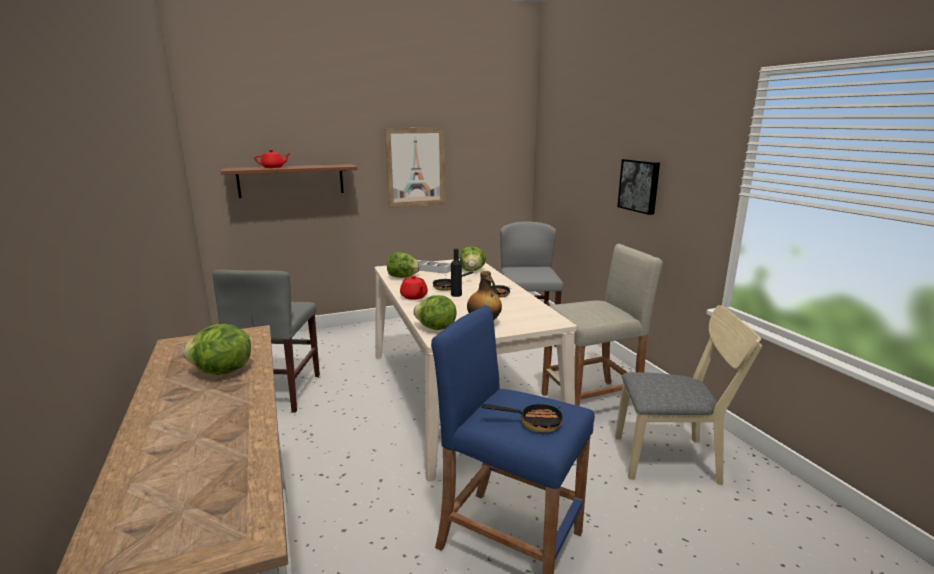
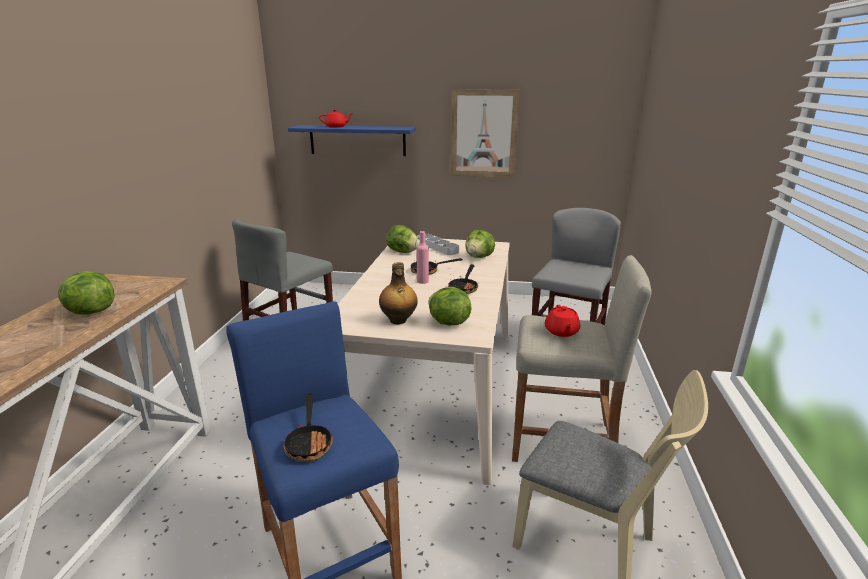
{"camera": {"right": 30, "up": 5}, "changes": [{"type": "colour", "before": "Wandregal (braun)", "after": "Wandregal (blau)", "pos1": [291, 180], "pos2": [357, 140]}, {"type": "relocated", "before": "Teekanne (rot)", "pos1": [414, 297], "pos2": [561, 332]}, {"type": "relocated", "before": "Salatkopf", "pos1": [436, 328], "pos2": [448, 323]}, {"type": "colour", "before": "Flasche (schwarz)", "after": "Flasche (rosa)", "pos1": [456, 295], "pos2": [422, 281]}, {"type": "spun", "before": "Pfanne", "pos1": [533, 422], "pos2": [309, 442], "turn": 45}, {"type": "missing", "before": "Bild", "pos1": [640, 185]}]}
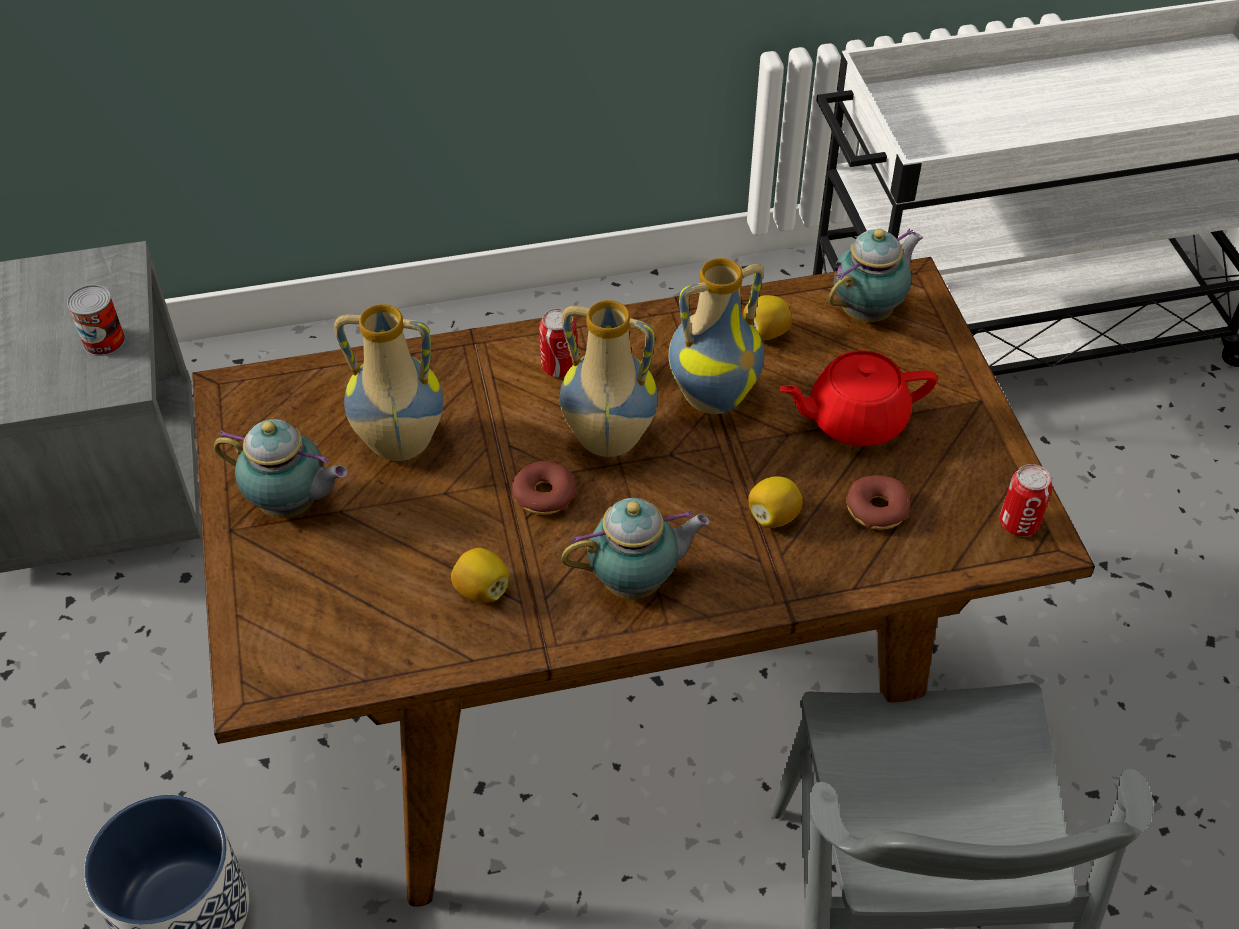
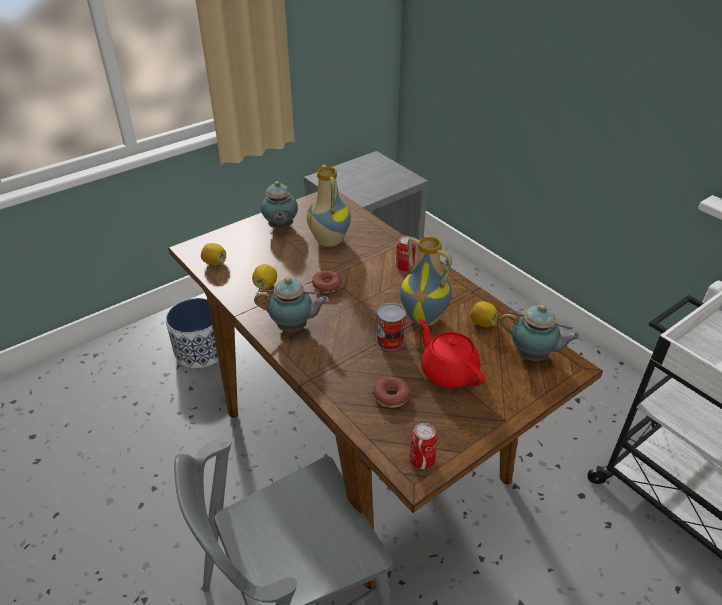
{"camera": {"right": 65, "up": -10}, "changes": [{"type": "relocated", "before": "Dose", "pos1": [104, 341], "pos2": [390, 341]}, {"type": "missing", "before": "Vase", "pos1": [607, 441]}, {"type": "spun", "before": "Teekanne", "pos1": [637, 582], "pos2": [294, 327], "turn": -45}, {"type": "relocated", "before": "Zitrone", "pos1": [773, 516], "pos2": [215, 263]}]}
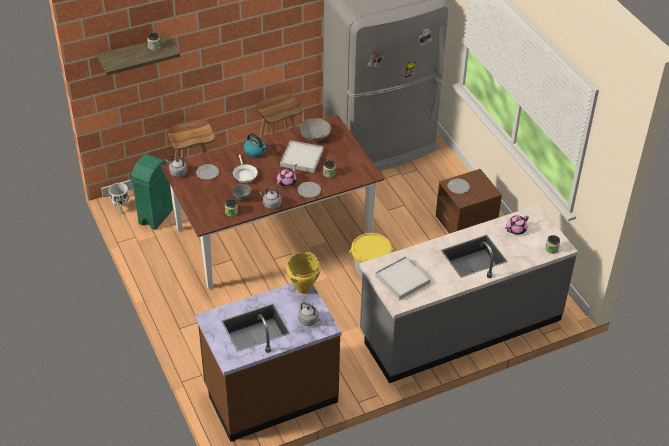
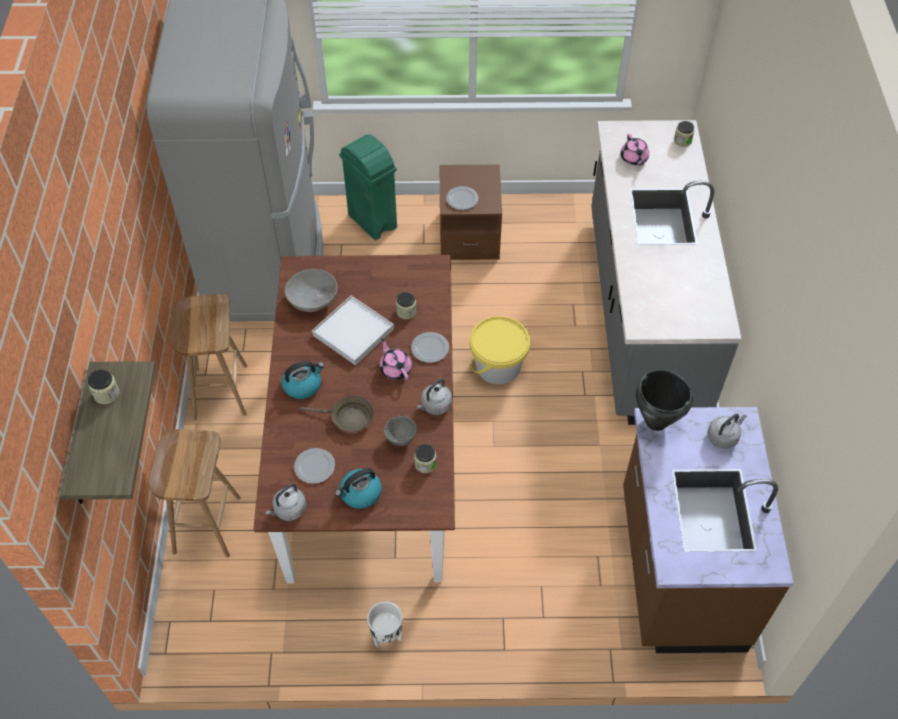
{"camera": {"right": -65, "up": 10}, "changes": [{"type": "relocated", "before": "Pflanzkübel (weiß)", "pos1": [121, 207], "pos2": [387, 635]}, {"type": "relocated", "before": "Mülleimer (grün)", "pos1": [155, 217], "pos2": [372, 222]}, {"type": "colour", "before": "Pfanne (weiß)", "after": "Pfanne (braun)", "pos1": [244, 175], "pos2": [348, 418]}, {"type": "colour", "before": "Kochtopf (gelb)", "after": "Kochtopf (schwarz)", "pos1": [303, 288], "pos2": [656, 421]}, {"type": "missing", "before": "Tablett (weiß)", "pos1": [402, 280]}, {"type": "appeared", "after": "Wasserkessel", "pos2": [360, 494]}]}
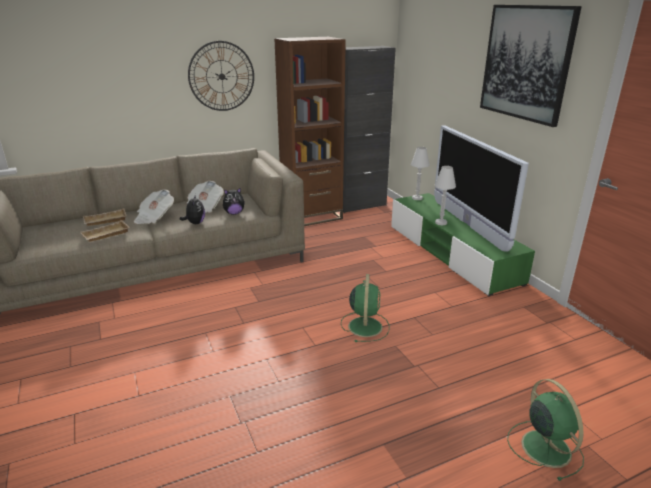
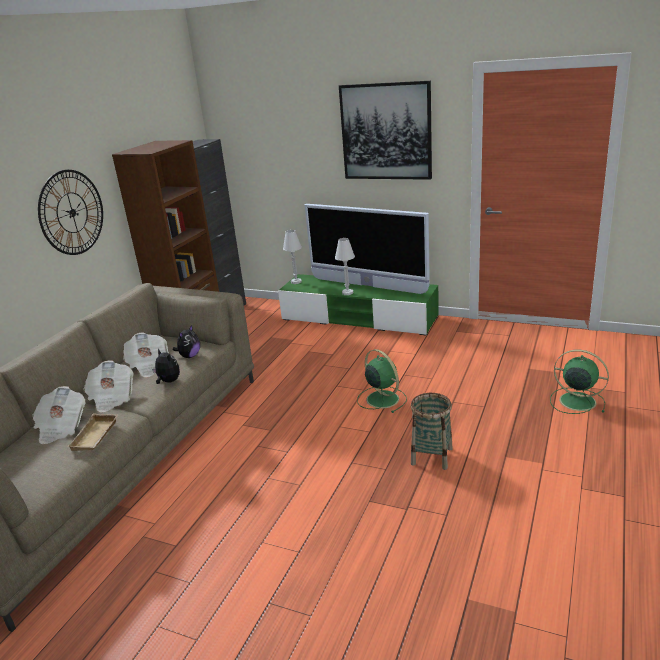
{"camera": {"right": -40, "up": 0}, "changes": [{"type": "exchanged", "before": "Tablett (beige)", "after": "Zeitung", "pos1": [105, 221], "pos2": [61, 427]}, {"type": "appeared", "after": "Korb", "pos2": [432, 456]}]}
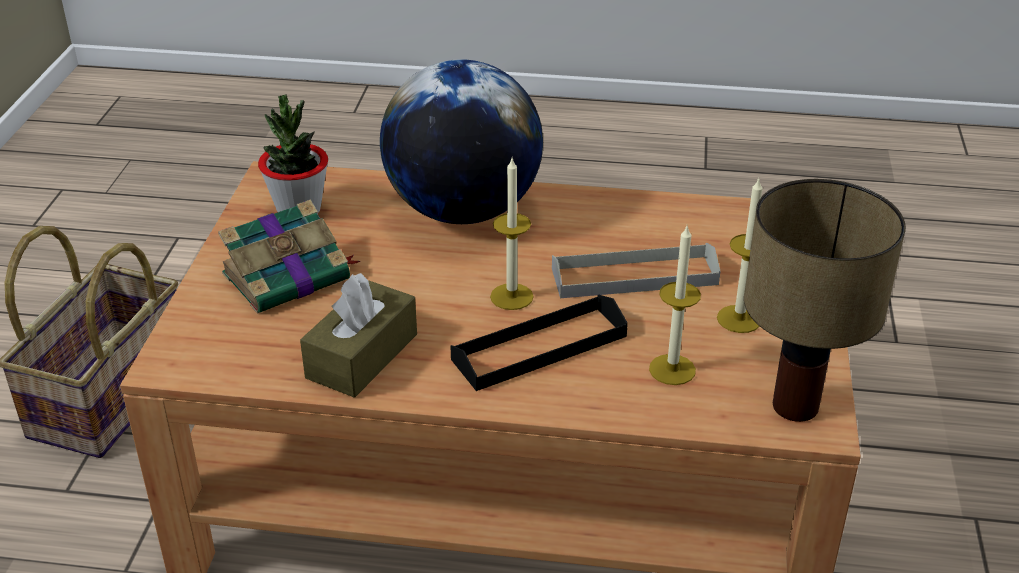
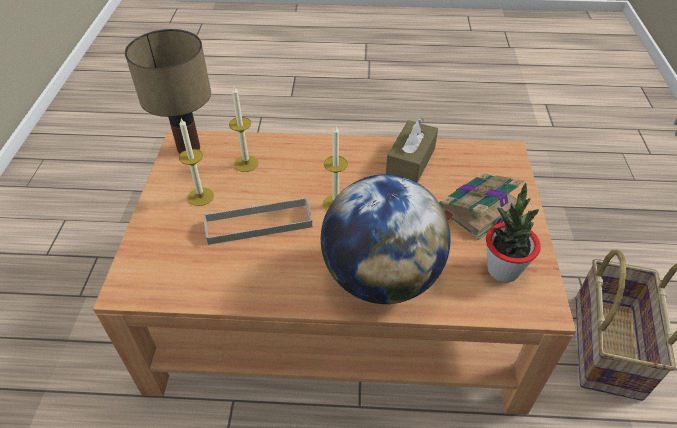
{"camera": {"right": 175, "up": 10}, "changes": [{"type": "missing", "before": "Tablett (schwarz)", "pos1": [539, 348]}]}
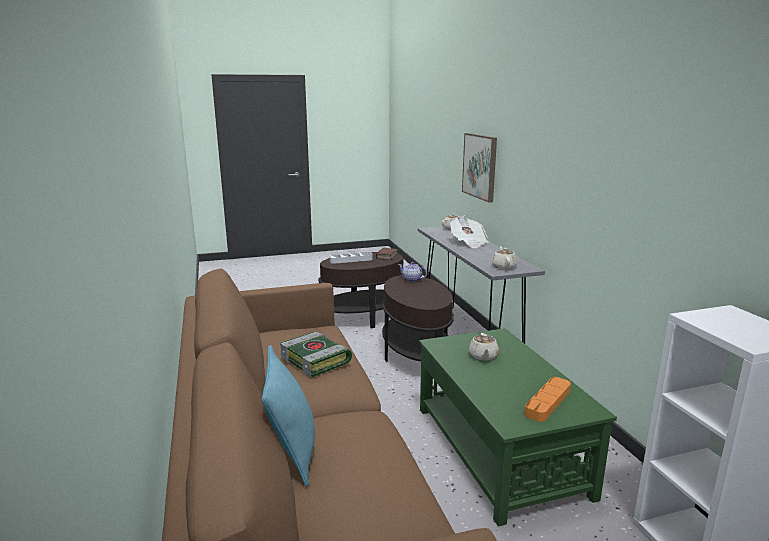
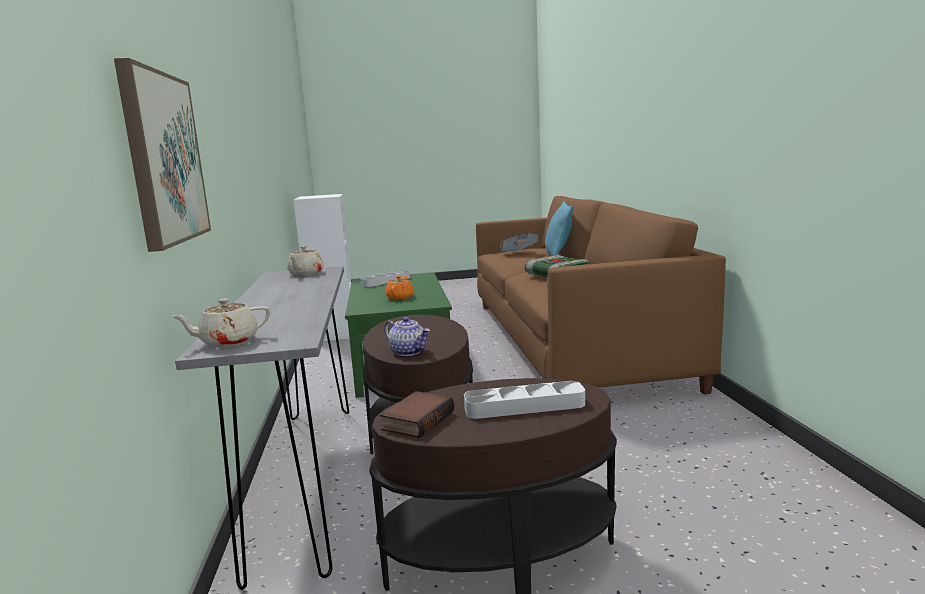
{"camera": {"right": -170, "up": -5}, "changes": [{"type": "relocated", "before": "Zeitung", "pos1": [468, 243], "pos2": [519, 254]}, {"type": "colour", "before": "Teekanne (beige)", "after": "Teekanne (orange)", "pos1": [483, 356], "pos2": [400, 297]}, {"type": "colour", "before": "Tablett (orange)", "after": "Tablett (grau)", "pos1": [548, 402], "pos2": [386, 281]}]}
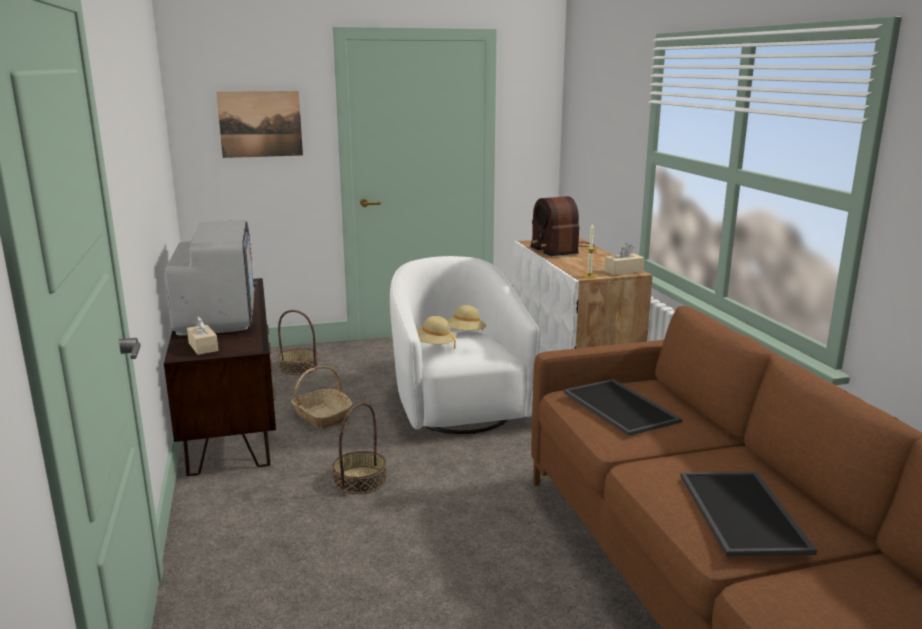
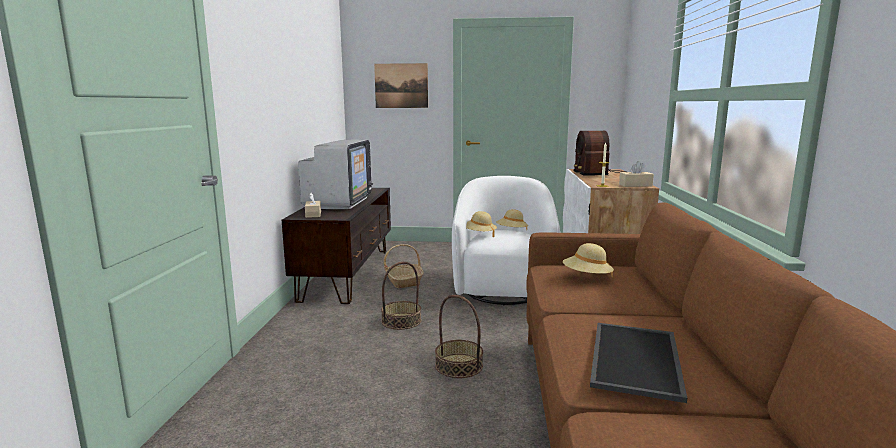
{"camera": {"right": 20, "up": -5}, "changes": [{"type": "relocated", "before": "Korb", "pos1": [299, 367], "pos2": [459, 365]}, {"type": "exchanged", "before": "Tablett", "after": "Hut (beige)", "pos1": [622, 407], "pos2": [587, 277]}]}
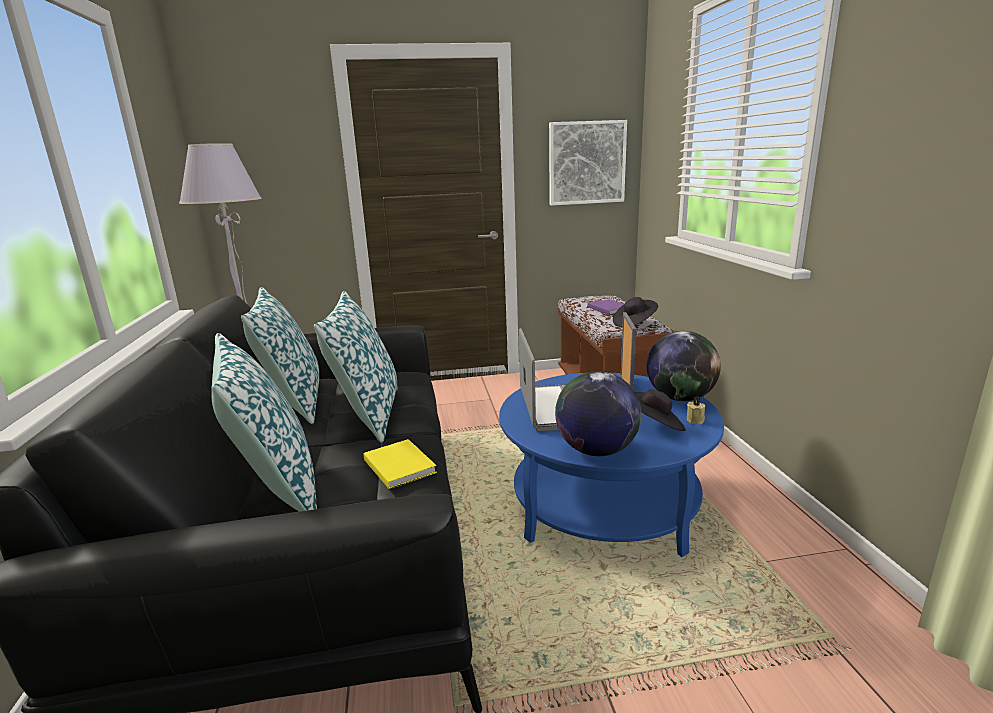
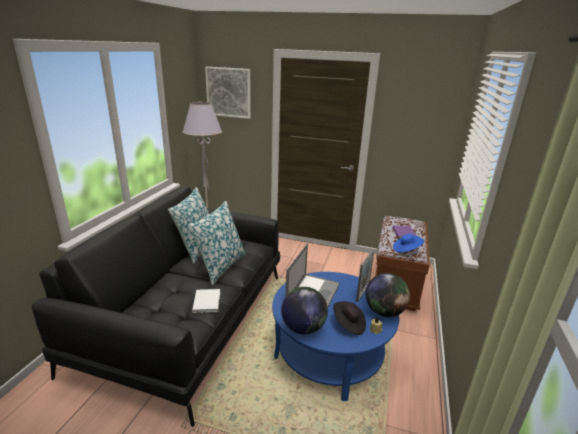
{"camera": {"right": 25, "up": 5}, "changes": [{"type": "missing", "before": "Kissen", "pos1": [276, 487]}, {"type": "colour", "before": "Buch (gelb)", "after": "Buch (weiß)", "pos1": [399, 465], "pos2": [207, 301]}, {"type": "relocated", "before": "Bild", "pos1": [586, 163], "pos2": [228, 92]}, {"type": "colour", "before": "Hut (schwarz)", "after": "Hut (blau)", "pos1": [634, 323], "pos2": [406, 250]}]}
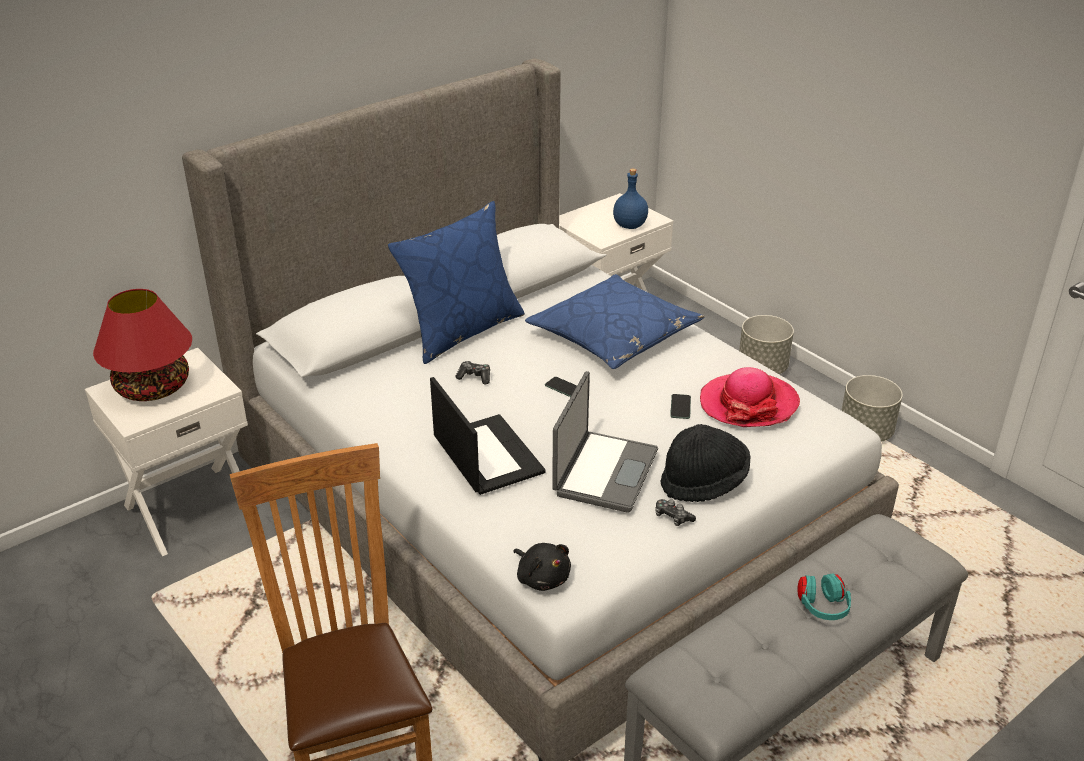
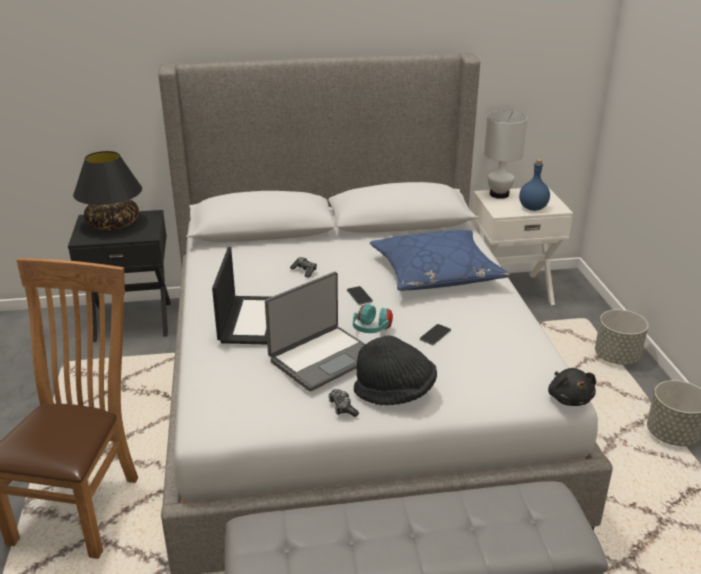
{"camera": {"right": 30, "up": -5}, "changes": [{"type": "colour", "before": "Nachttisch (weiß)", "after": "Nachttisch (schwarz)", "pos1": [189, 508], "pos2": [133, 320]}, {"type": "colour", "before": "Tischlampe (rot)", "after": "Tischlampe (schwarz)", "pos1": [153, 387], "pos2": [113, 224]}, {"type": "missing", "before": "Kissen (blau)", "pos1": [462, 330]}, {"type": "relocated", "before": "Plüschtier (schwarz)", "pos1": [542, 577], "pos2": [569, 398]}, {"type": "missing", "before": "Hut", "pos1": [748, 404]}, {"type": "relocated", "before": "Kopfhörer (türkis)", "pos1": [822, 608], "pos2": [371, 331]}, {"type": "appeared", "after": "Tischlampe (weiß)", "pos2": [499, 194]}]}
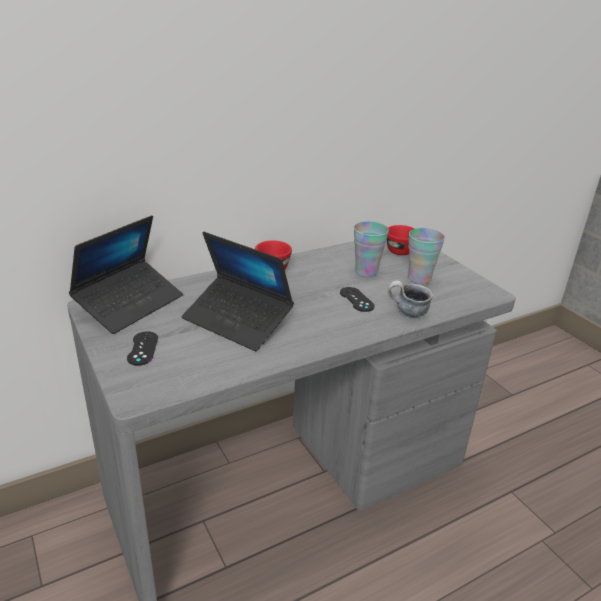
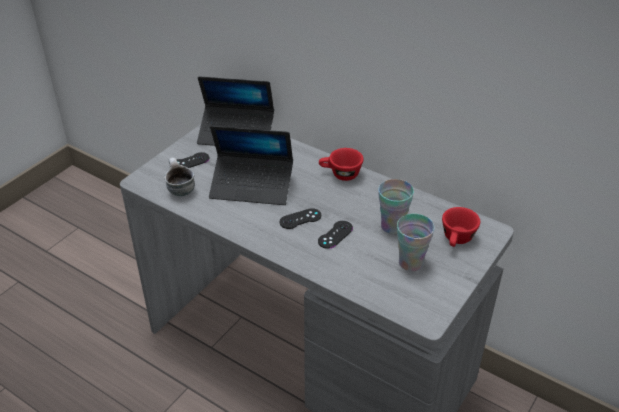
{"camera": {"right": 65, "up": 10}, "changes": [{"type": "spun", "before": "Laptop", "pos1": [237, 321], "pos2": [252, 186], "turn": -90}, {"type": "relocated", "before": "Henkelbecher", "pos1": [407, 313], "pos2": [179, 189]}, {"type": "appeared", "after": "Gamepad (schwarz)", "pos2": [300, 219]}]}
